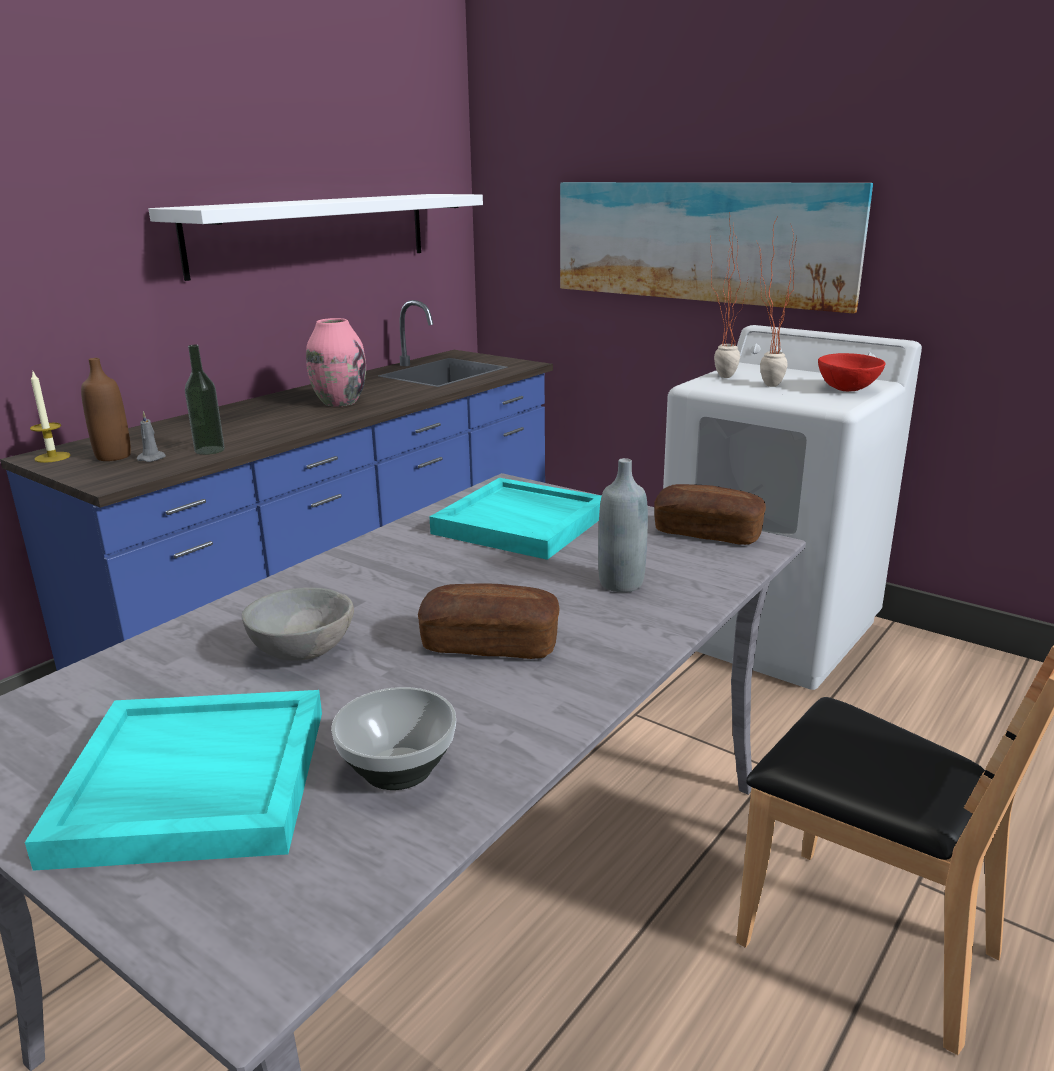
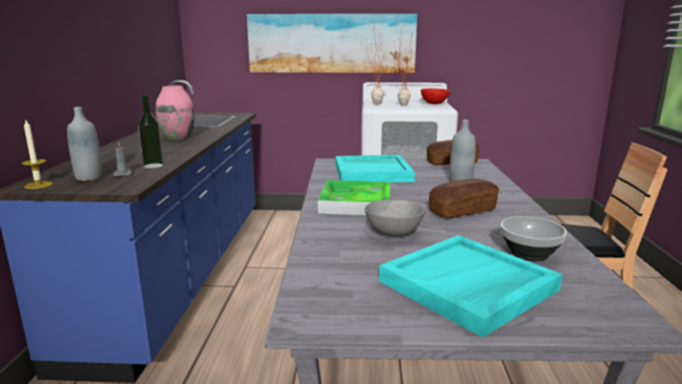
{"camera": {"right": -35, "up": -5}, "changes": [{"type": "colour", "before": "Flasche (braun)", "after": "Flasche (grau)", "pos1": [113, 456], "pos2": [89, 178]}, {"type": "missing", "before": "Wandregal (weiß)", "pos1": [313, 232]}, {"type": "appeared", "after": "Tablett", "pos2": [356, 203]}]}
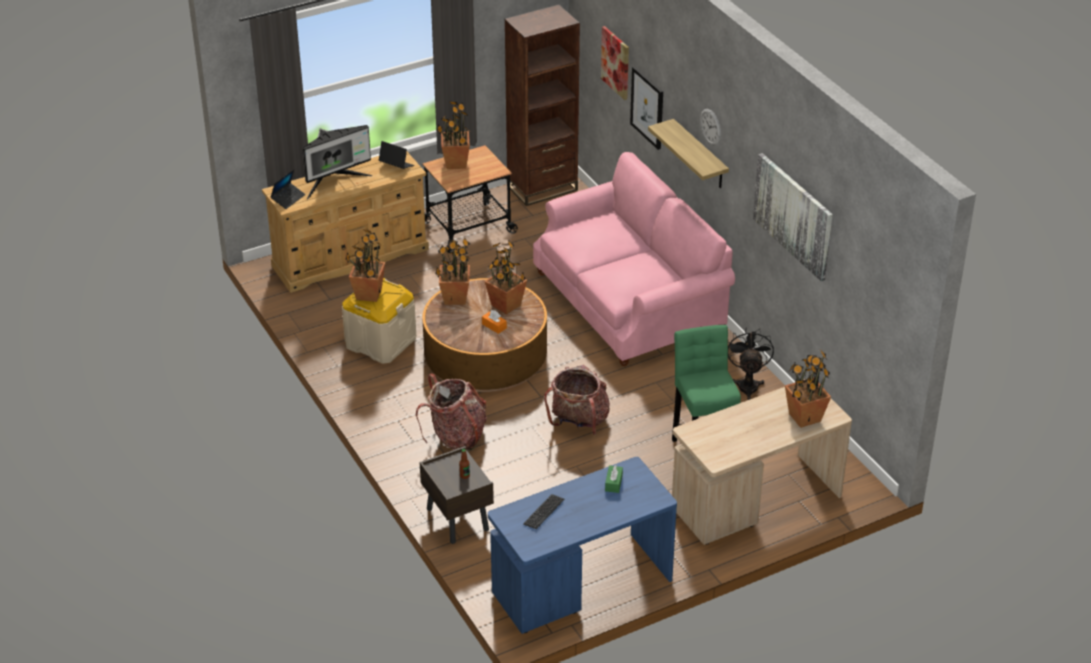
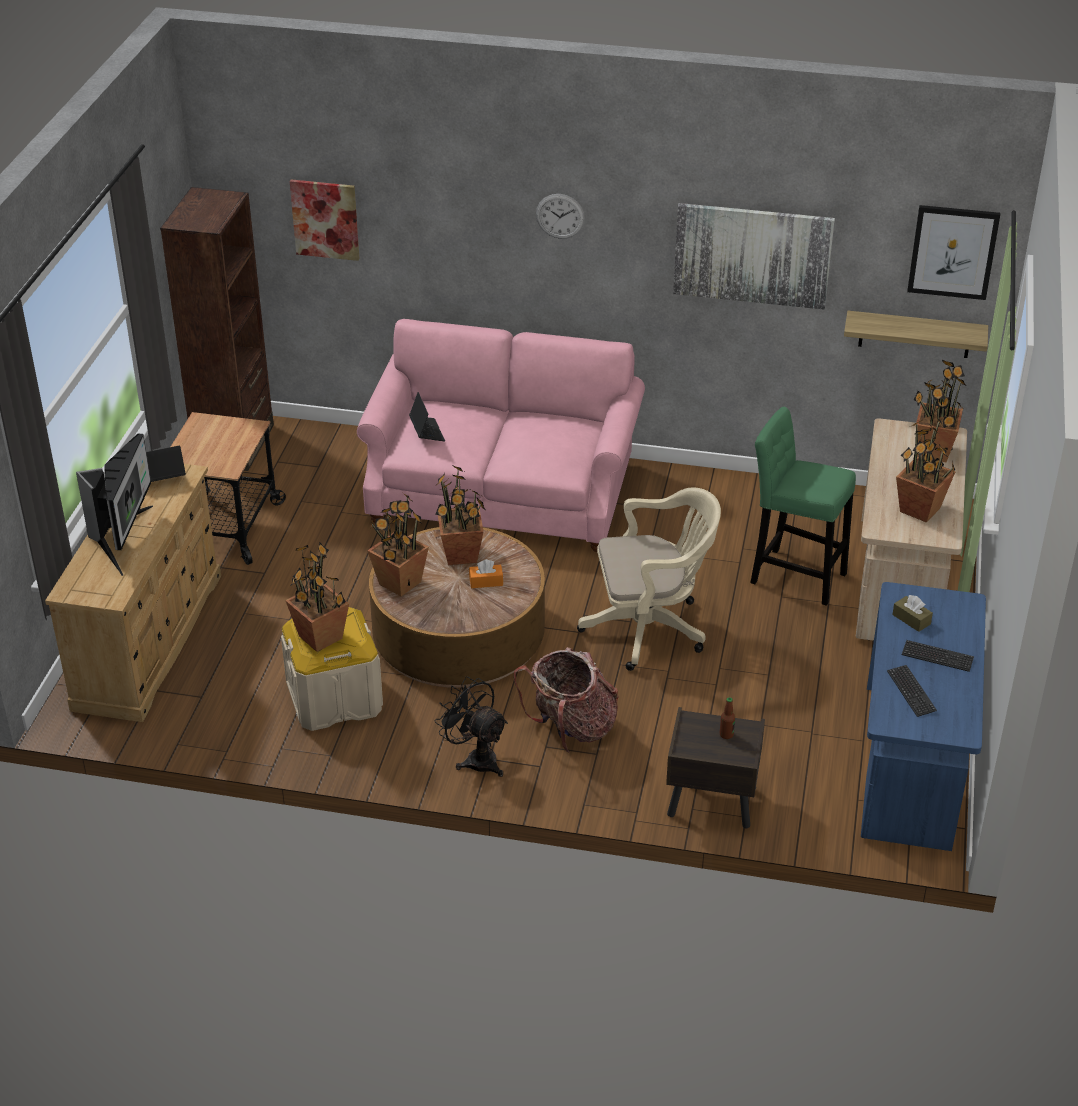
{"camera": {"right": -50, "up": 0}, "changes": [{"type": "relocated", "before": "Laptop", "pos1": [288, 199], "pos2": [427, 432]}, {"type": "relocated", "before": "Topfpflanze", "pos1": [455, 163], "pos2": [920, 510]}, {"type": "exchanged", "before": "Rucksack", "after": "Bürostuhl (beige)", "pos1": [578, 421], "pos2": [651, 628]}, {"type": "colour", "before": "Taschentuchbox (grün)", "after": "Taschentuchbox (braun)", "pos1": [613, 483], "pos2": [911, 619]}, {"type": "relocated", "before": "Bild", "pos1": [647, 107], "pos2": [953, 251]}, {"type": "relocated", "before": "Wandregal", "pos1": [700, 155], "pos2": [915, 334]}, {"type": "relocated", "before": "Ventilator (schwarz)", "pos1": [748, 384], "pos2": [476, 758]}, {"type": "appeared", "after": "Tastatur", "pos2": [937, 657]}]}
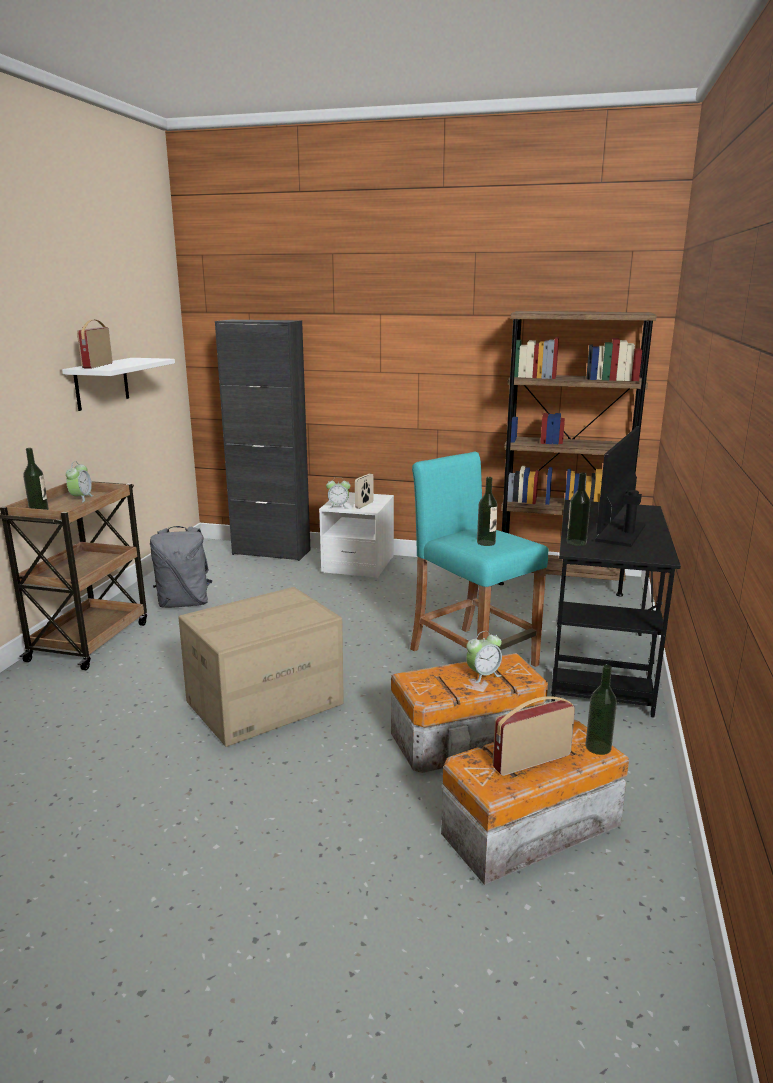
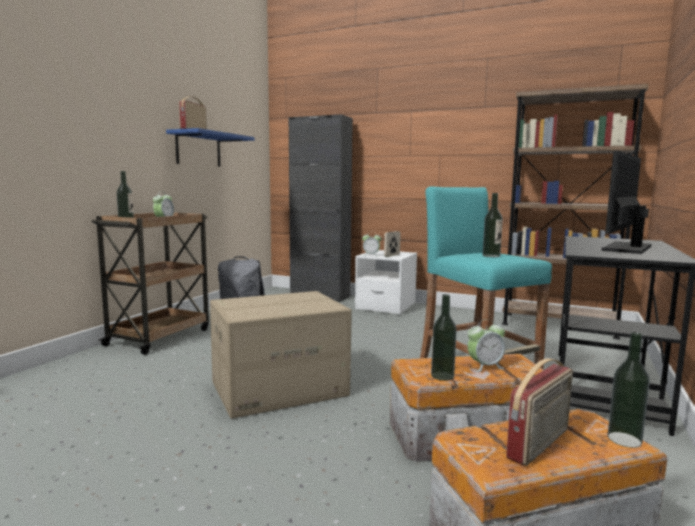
{"camera": {"right": 10, "up": -10}, "changes": [{"type": "colour", "before": "Wandregal (weiß)", "after": "Wandregal (blau)", "pos1": [101, 383], "pos2": [198, 149]}, {"type": "spun", "before": "Radio", "pos1": [531, 760], "pos2": [539, 444], "turn": 150}, {"type": "relocated", "before": "Flasche", "pos1": [576, 542], "pos2": [442, 376]}]}
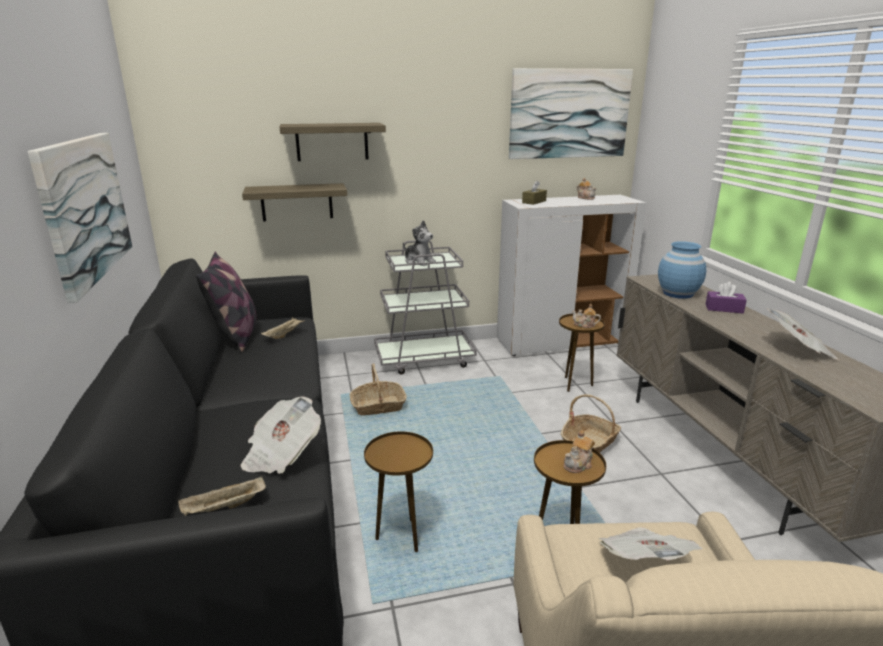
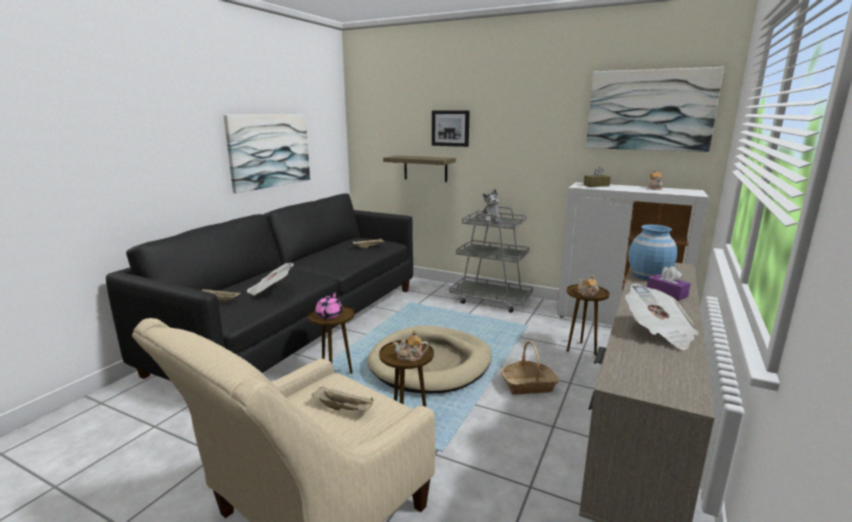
{"camera": {"right": 40, "up": -5}, "changes": [{"type": "missing", "before": "Kissen", "pos1": [236, 336]}, {"type": "exchanged", "before": "Wandregal", "after": "Bild", "pos1": [332, 142], "pos2": [450, 128]}, {"type": "missing", "before": "Korb", "pos1": [378, 406]}, {"type": "exchanged", "before": "Zeitung", "after": "Tablett (beige)", "pos1": [643, 562], "pos2": [344, 408]}, {"type": "appeared", "after": "Teekanne (rosa)", "pos2": [329, 315]}, {"type": "appeared", "after": "Hundebett (beige)", "pos2": [430, 363]}]}
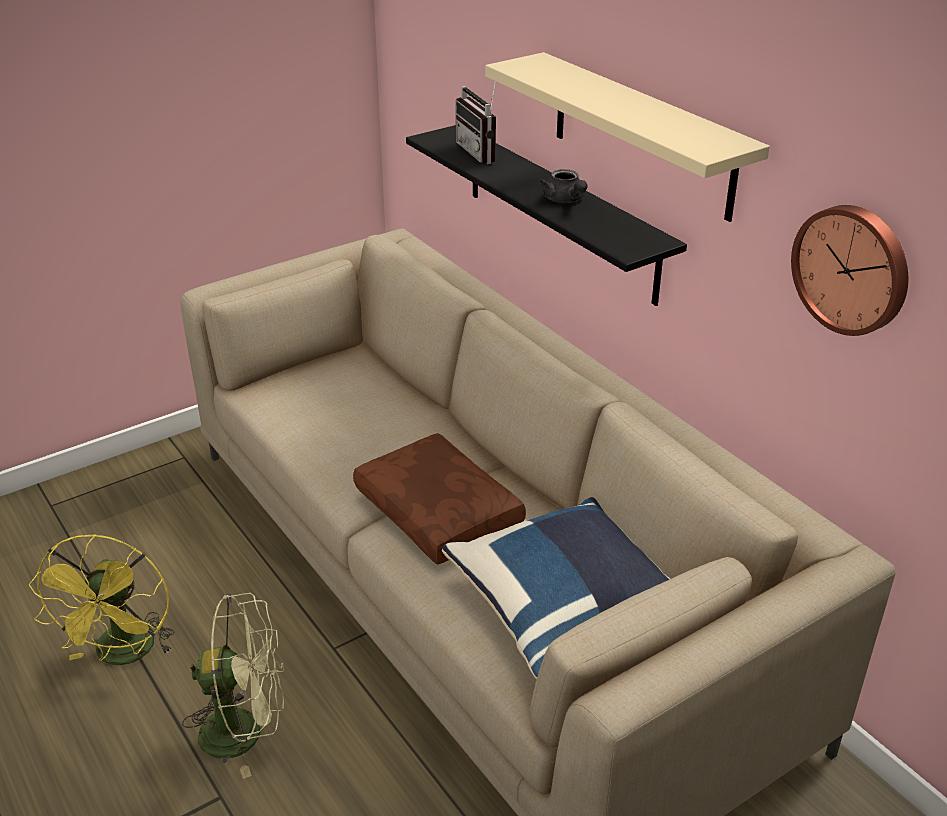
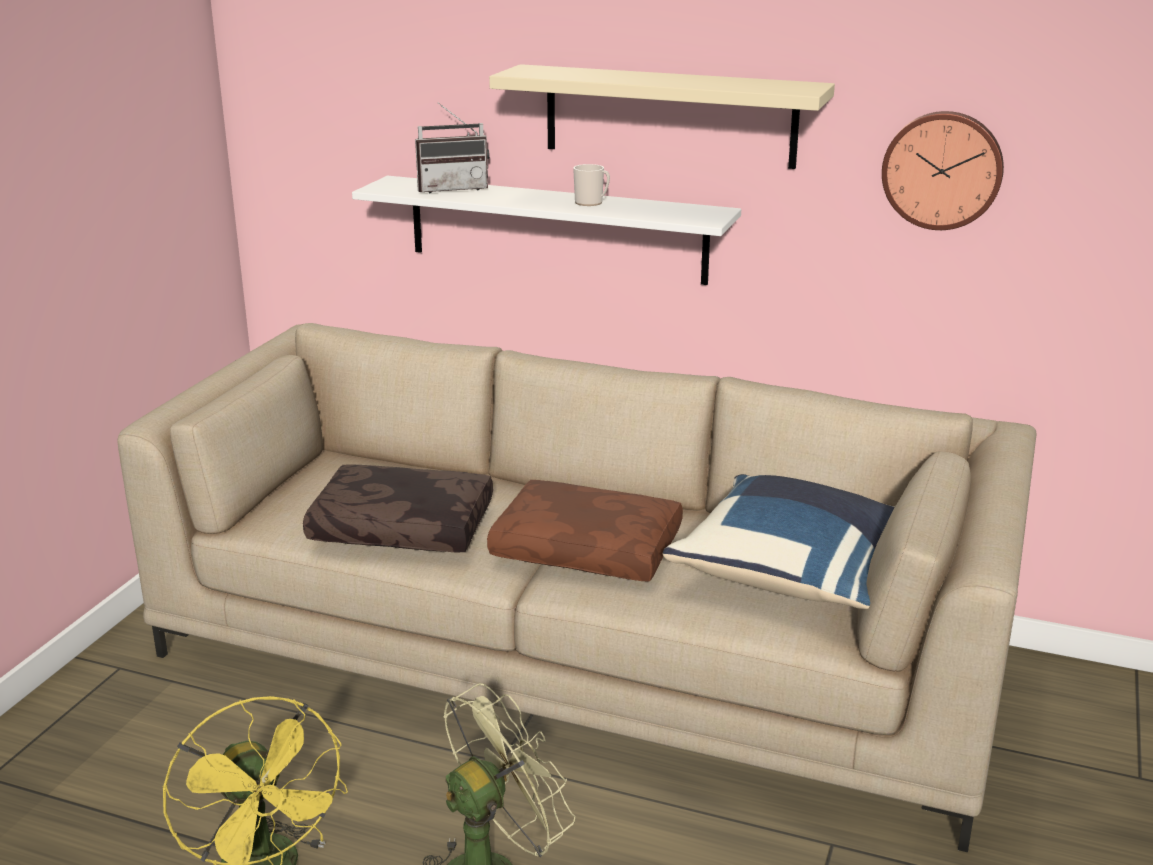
{"camera": {"right": -35, "up": -10}, "changes": [{"type": "colour", "before": "Wandregal (schwarz)", "after": "Wandregal (weiß)", "pos1": [559, 212], "pos2": [556, 229]}, {"type": "spun", "before": "Radio", "pos1": [483, 153], "pos2": [452, 188], "turn": -45}, {"type": "exchanged", "before": "Teekanne (grau)", "after": "Henkelbecher", "pos1": [565, 200], "pos2": [591, 203]}, {"type": "appeared", "after": "Kissen (braun)", "pos2": [400, 528]}]}
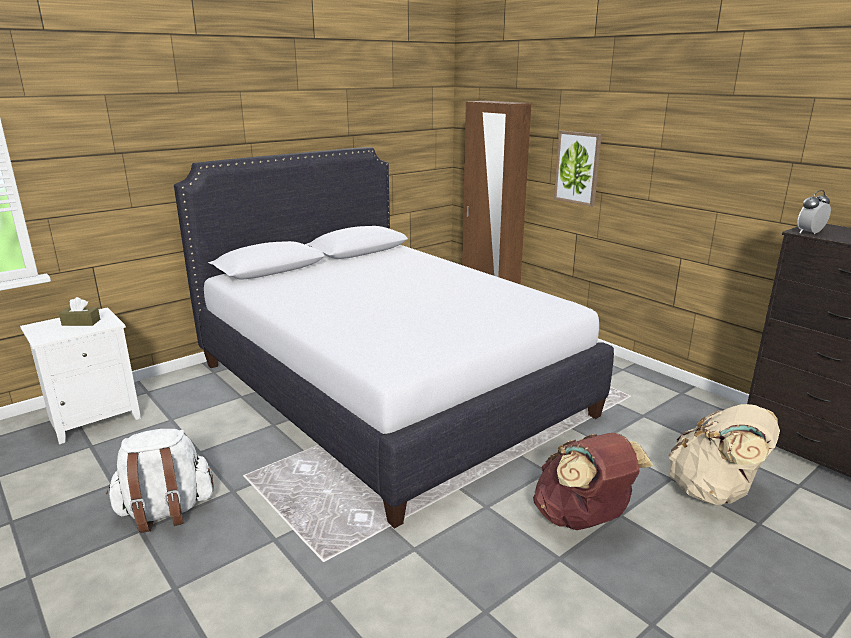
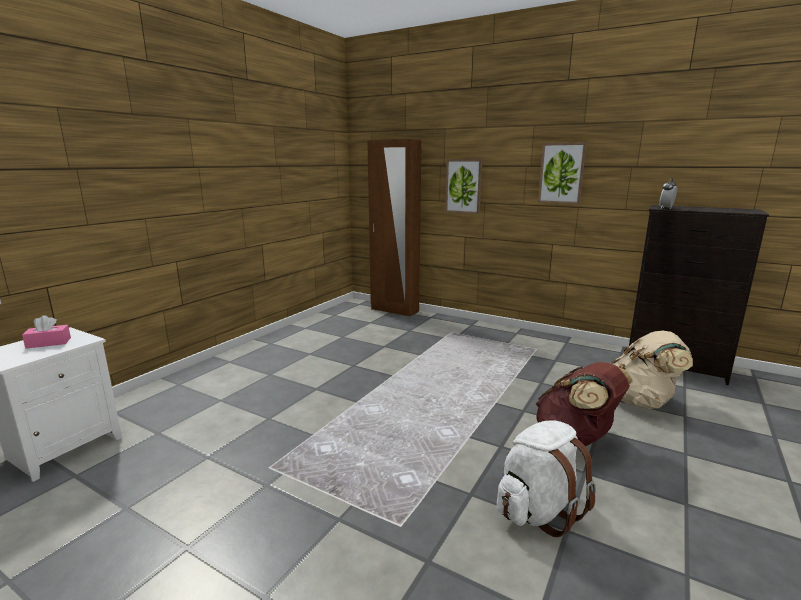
{"camera": {"right": -20, "up": -5}, "changes": [{"type": "colour", "before": "Taschentuchbox (braun)", "after": "Taschentuchbox (rosa)", "pos1": [81, 322], "pos2": [48, 343]}, {"type": "relocated", "before": "Rucksack (weiß)", "pos1": [165, 511], "pos2": [538, 510]}, {"type": "missing", "before": "Bett (weiß)", "pos1": [387, 388]}, {"type": "appeared", "after": "Bild", "pos2": [561, 173]}]}
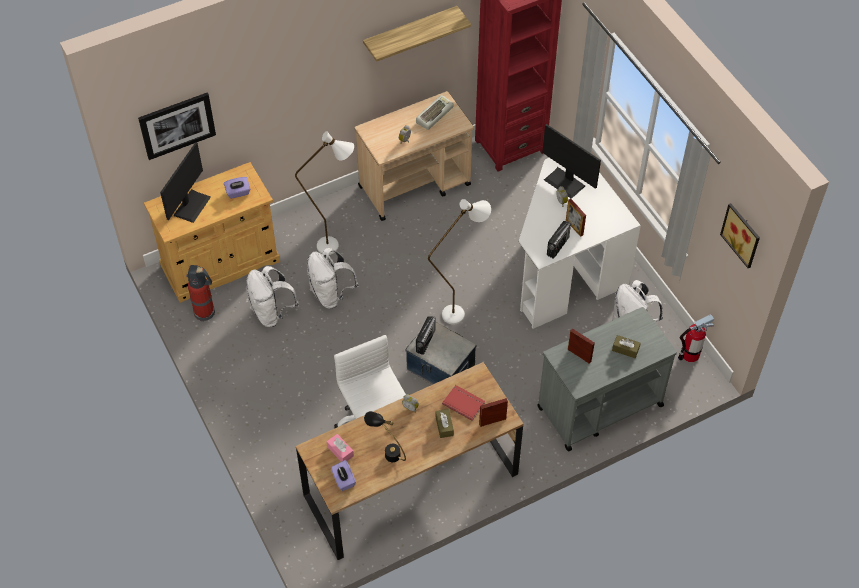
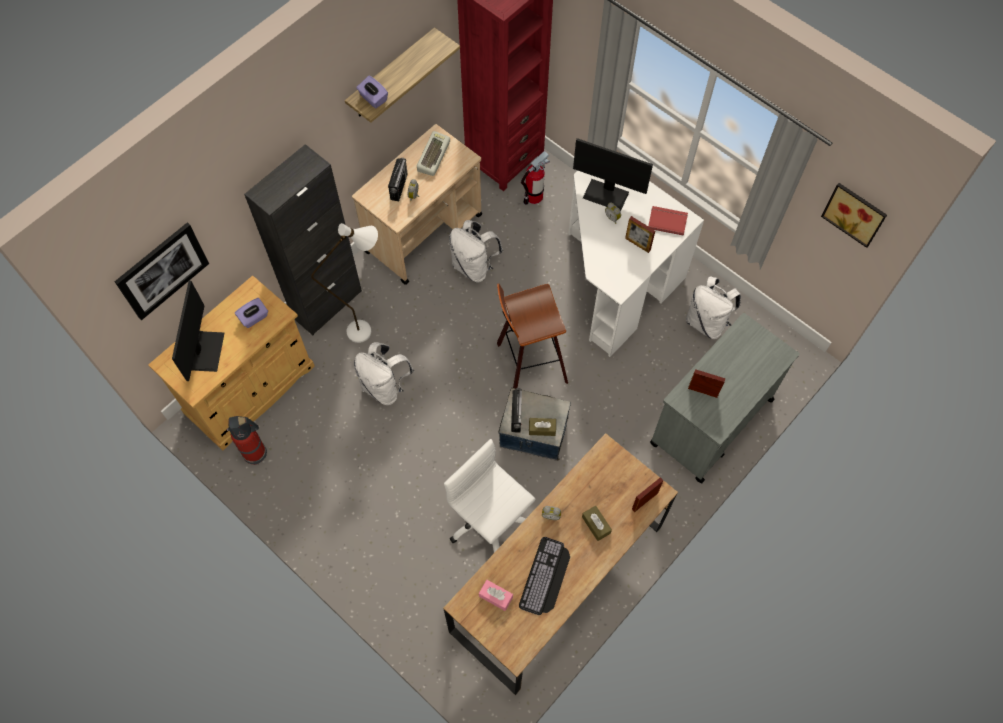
{"camera": {"right": -20, "up": 10}, "changes": [{"type": "relocated", "before": "Rucksack (weiß)", "pos1": [272, 313], "pos2": [474, 266]}, {"type": "relocated", "before": "Taschentuchbox (lila)", "pos1": [343, 480], "pos2": [373, 98]}, {"type": "exchanged", "before": "Tischlampe (schwarz)", "after": "Tastatur", "pos1": [386, 451], "pos2": [546, 578]}, {"type": "exchanged", "before": "Stehlampe (weiß)", "after": "Hocker", "pos1": [461, 311], "pos2": [529, 362]}, {"type": "relocated", "before": "Buch (rot)", "pos1": [464, 402], "pos2": [667, 220]}, {"type": "relocated", "before": "Radio", "pos1": [557, 246], "pos2": [399, 187]}, {"type": "relocated", "before": "Taschentuchbox (braun)", "pos1": [625, 349], "pos2": [542, 429]}, {"type": "relocated", "before": "Feuerlöscher", "pos1": [690, 354], "pos2": [534, 196]}, {"type": "appeared", "after": "Schrank (schwarz)", "pos2": [327, 304]}]}
